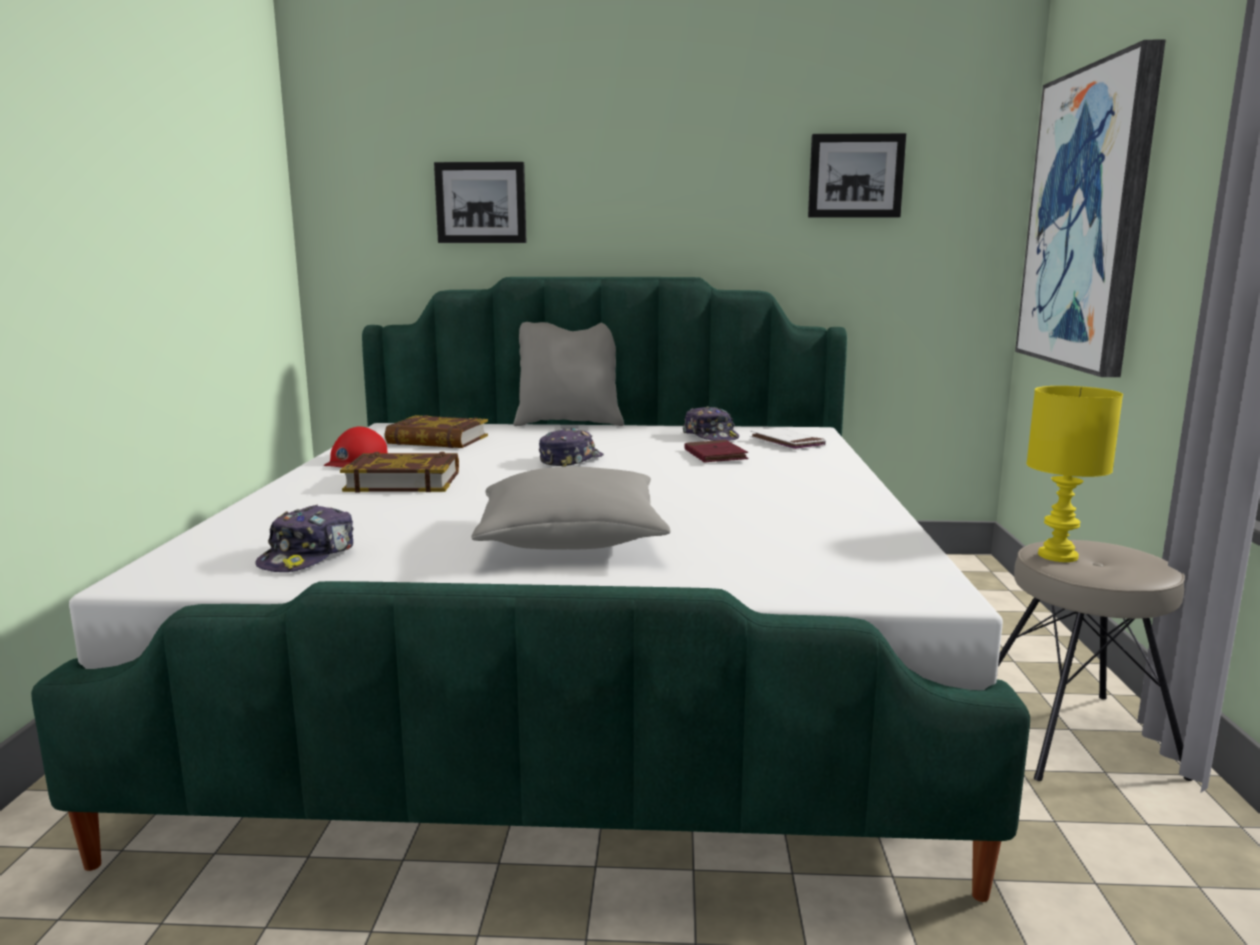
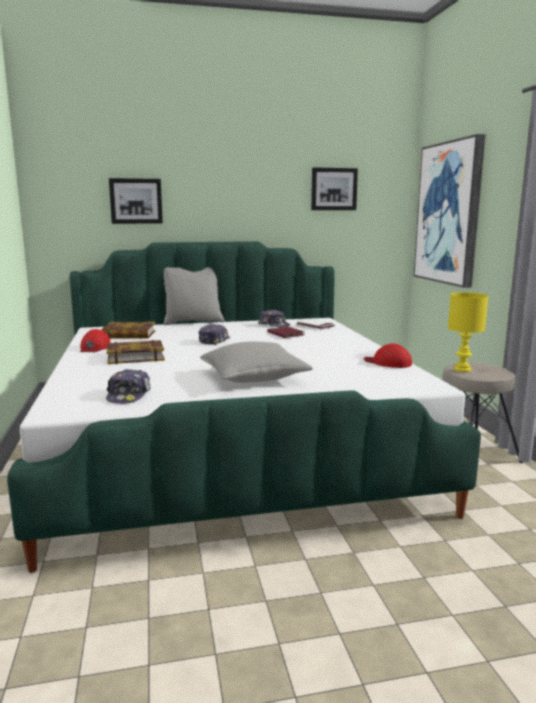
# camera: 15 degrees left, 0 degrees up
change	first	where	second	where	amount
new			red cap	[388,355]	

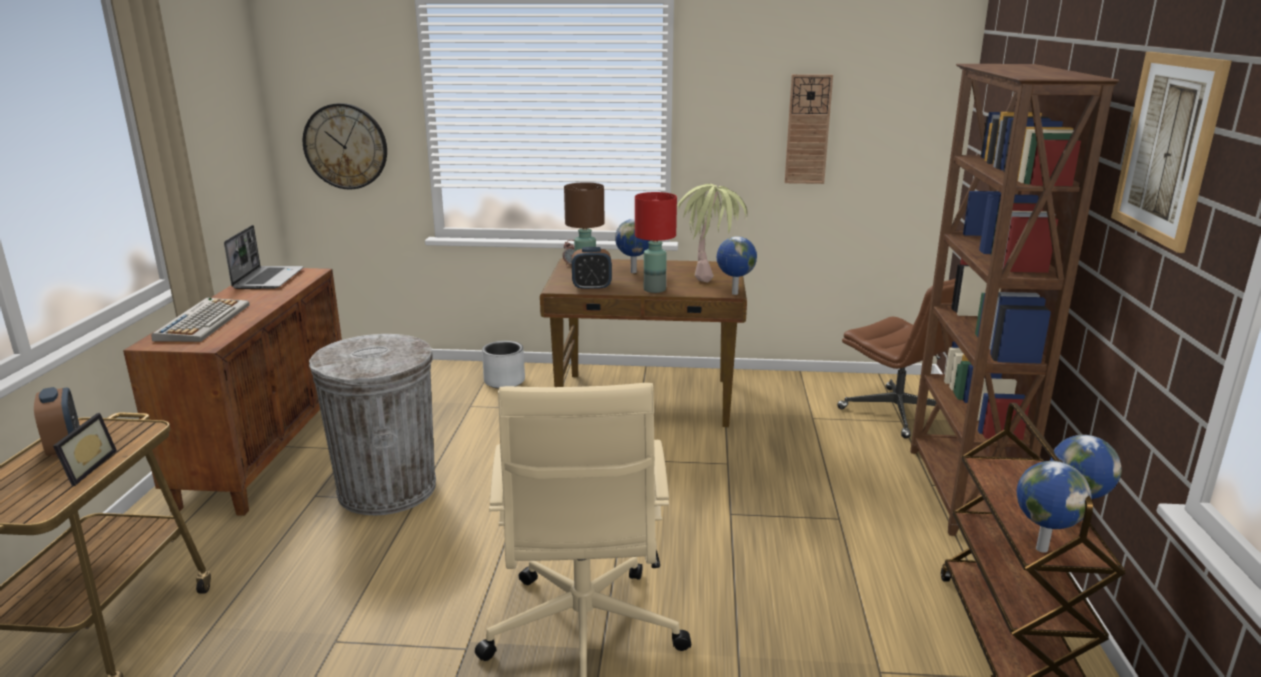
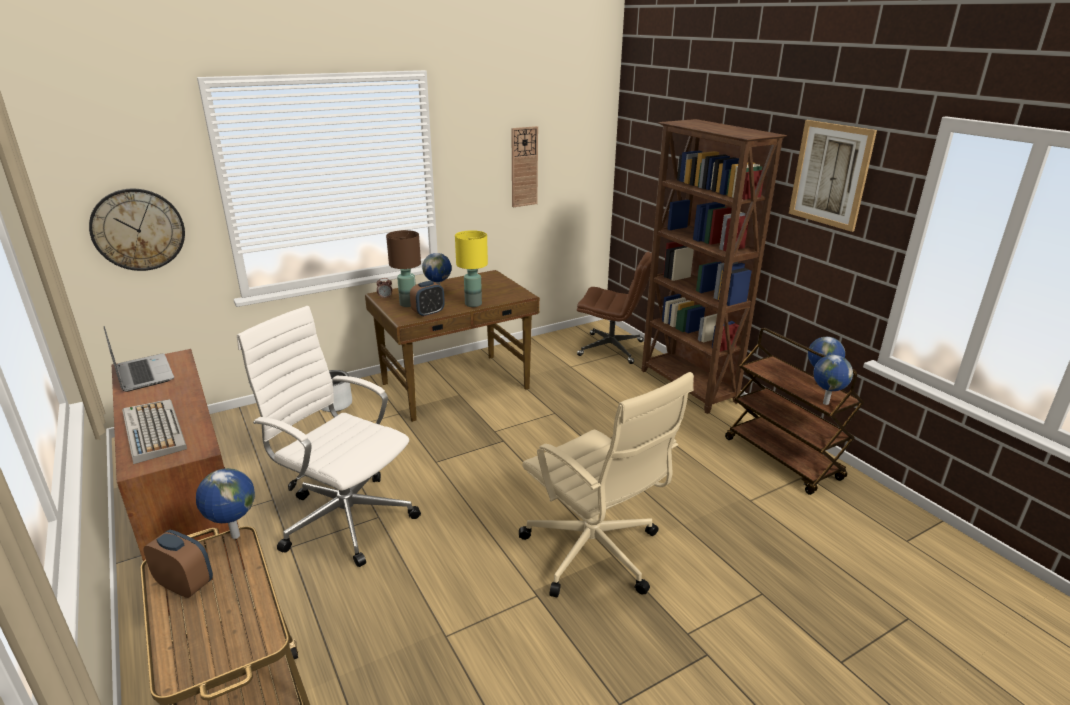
# camera: 35 degrees left, 5 degrees up
change	first	where	second	where	amount
gone	picture frame	[85,449]			
gone	potted plant	[712,233]			
shifted	globe	[737,265]		[225,503]	
swapped	grey trash can	[372,424]	white office chair	[329,436]	
repainted	red table lamp	[656,242]	yellow table lamp	[471,268]	

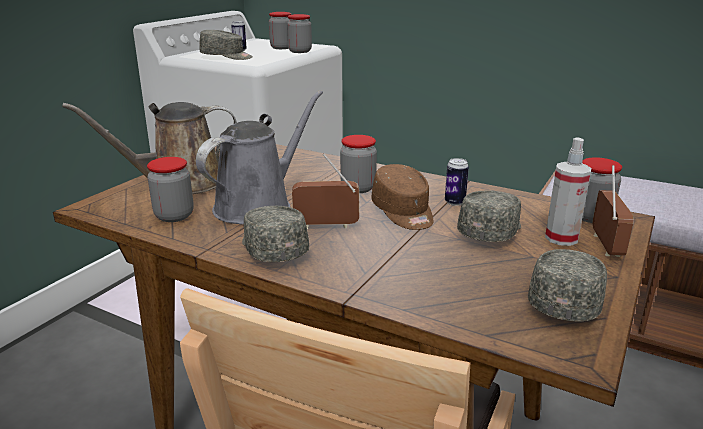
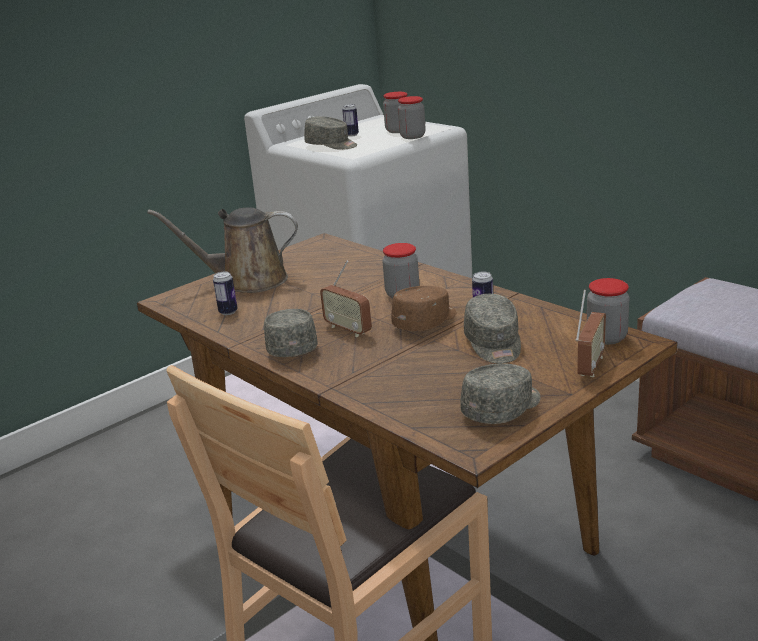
# camera: 20 degrees right, 0 degrees up
change	first	where	second	where	amount
gone	grey watering can	[259,157]			
gone	spray bottle	[568,191]			
swapped	jar	[170,189]	can	[225,293]	
rotated	radio	[325,191]		[346,298]	150 degrees counterclockwise
rotated	brown cap	[402,197]		[423,308]	135 degrees counterclockwise
rotated	grey cap	[489,216]		[492,329]	120 degrees clockwise

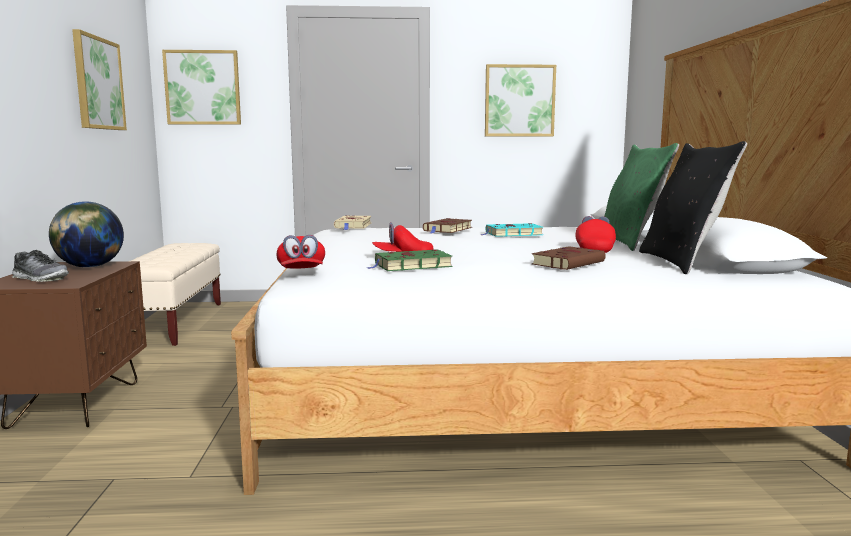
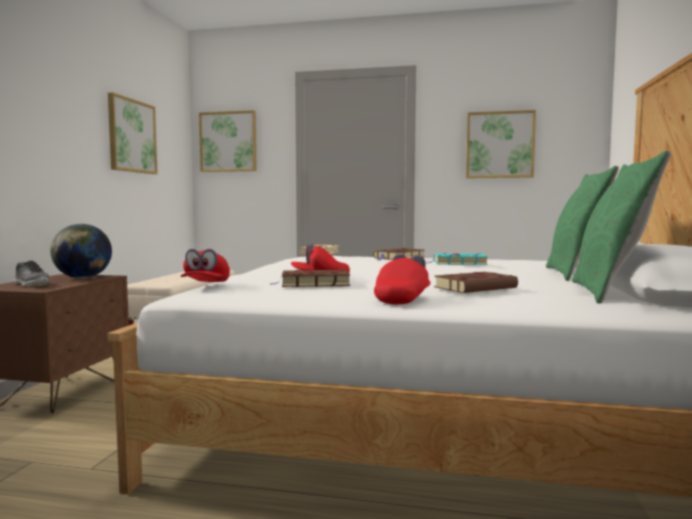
# camera: 15 degrees right, 5 degrees down
change	first	where	second	where	amount
shifted	red cap	[596,234]		[402,279]	
repainted	green book	[409,260]	brown book	[309,278]	
repainted	black pillow	[693,207]	green pillow	[621,227]	

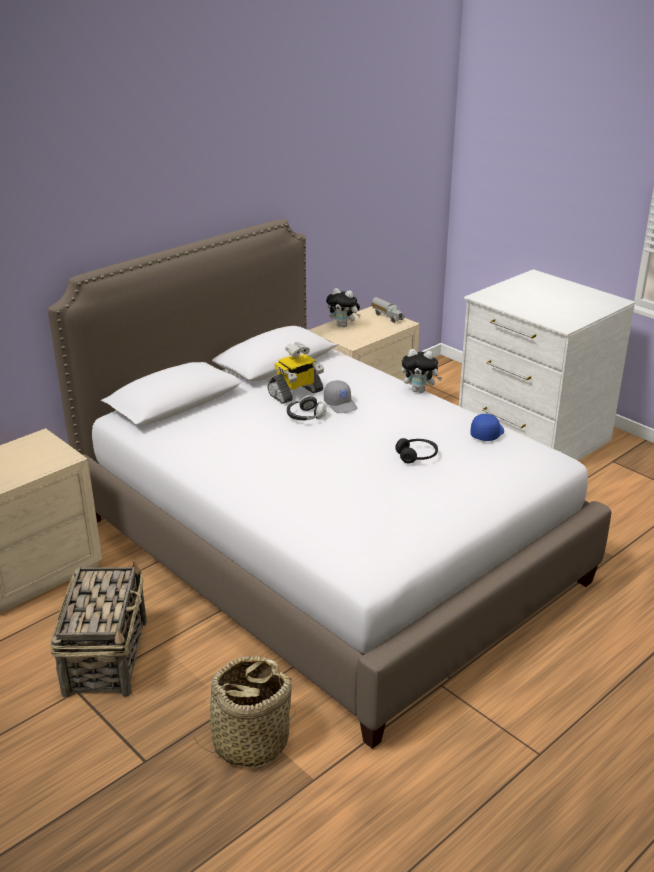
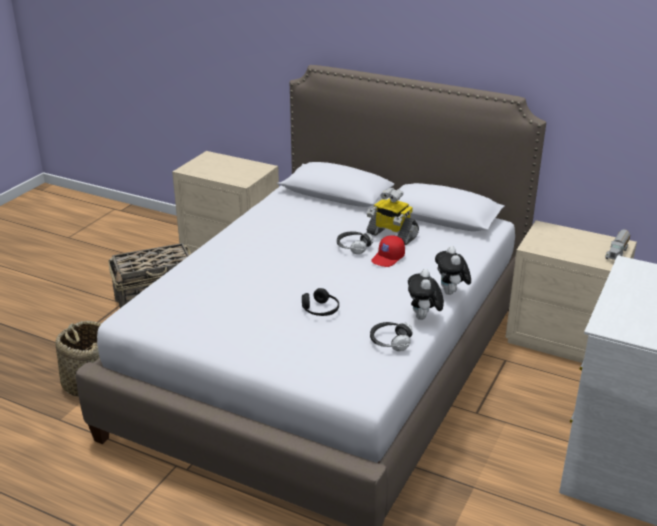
# camera: 70 degrees right, 0 degrees up
change	first	where	second	where	amount
shifted	plush toy	[343,307]		[426,294]	
swapped	blue cap	[487,427]	headphones	[391,336]	
repainted	grey cap	[340,396]	red cap	[388,251]	

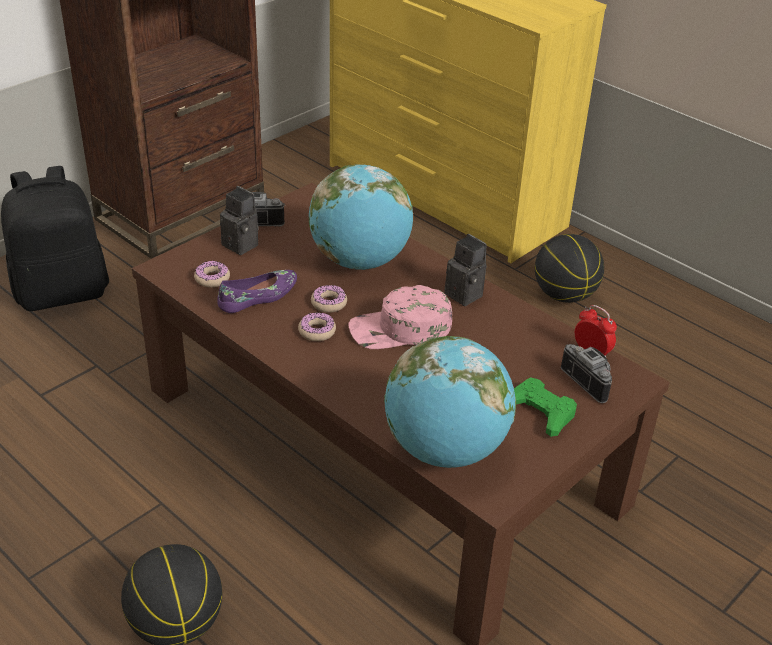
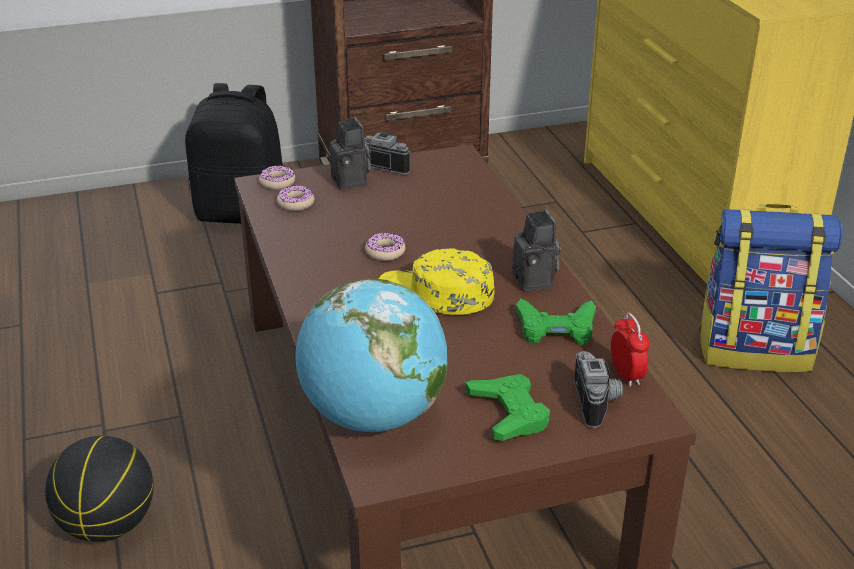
# camera: 30 degrees right, 5 degrees down
change	first	where	second	where	amount
gone	purple shoe	[257,291]			
gone	globe	[361,217]			
new			green game controller	[556,322]	
shifted	donut	[317,326]		[277,177]	
swapped	basketball	[569,268]	backpack	[770,287]	
repainted	pink cap	[400,317]	yellow cap	[437,281]	

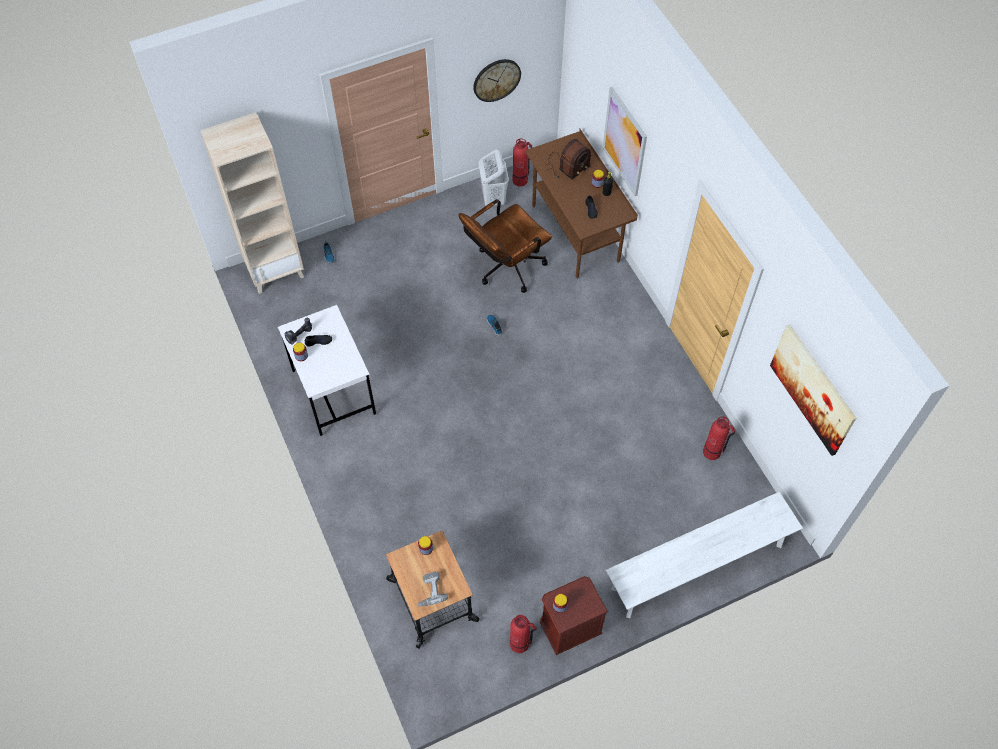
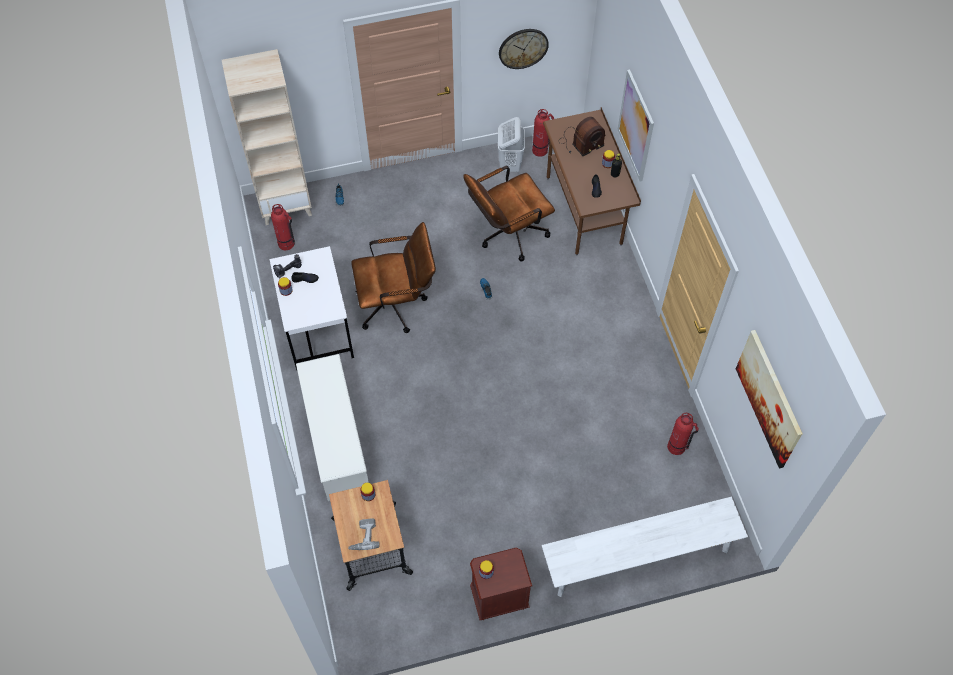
# camera: 10 degrees right, 0 degrees up
change	first	where	second	where	amount
new			white shoe rack	[332,427]	
new			brown office chair	[393,277]	
shifted	fire extinguisher	[523,634]		[283,227]	

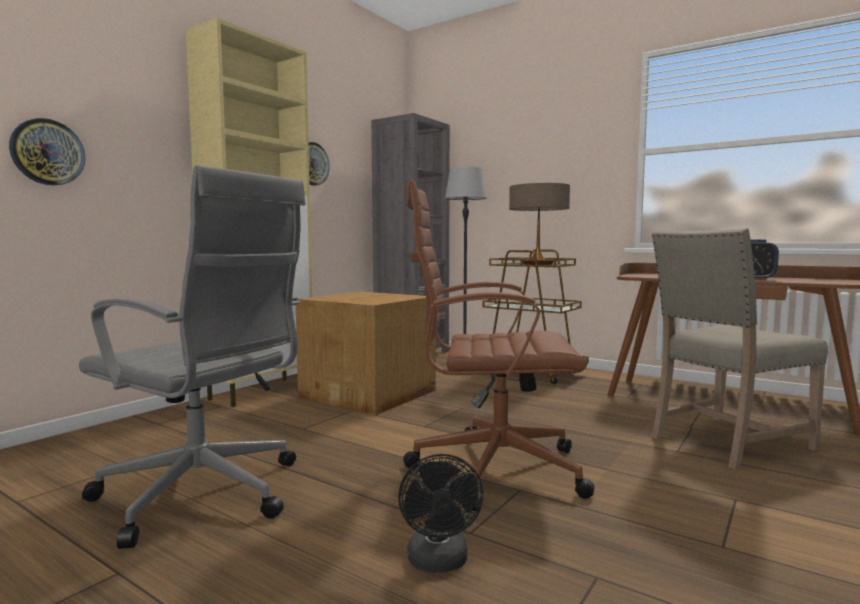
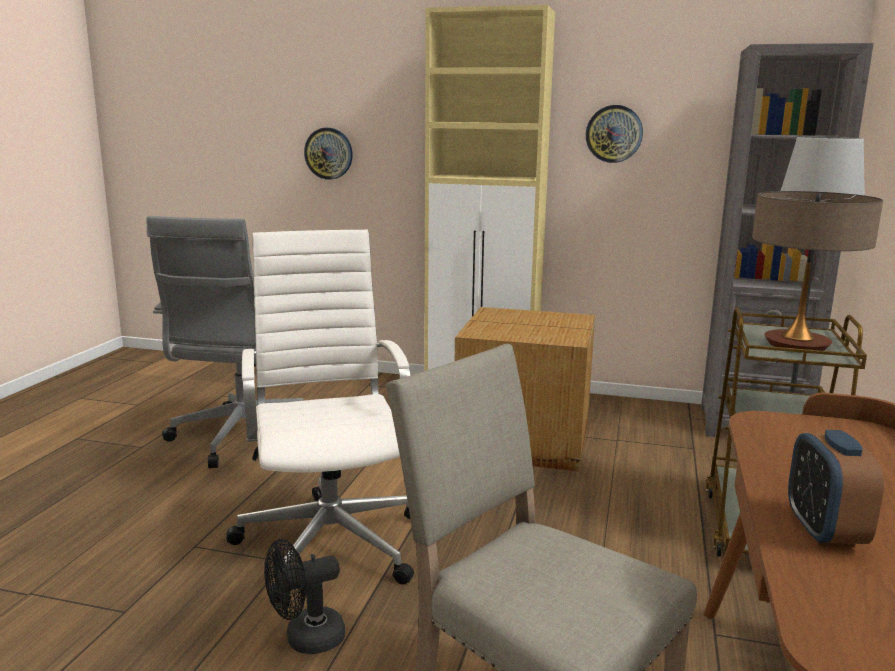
# camera: 70 degrees right, 10 degrees up
change	first	where	second	where	amount
shifted	black fan	[440,513]		[304,596]	
repainted	brown office chair	[498,345]	white office chair	[320,416]	

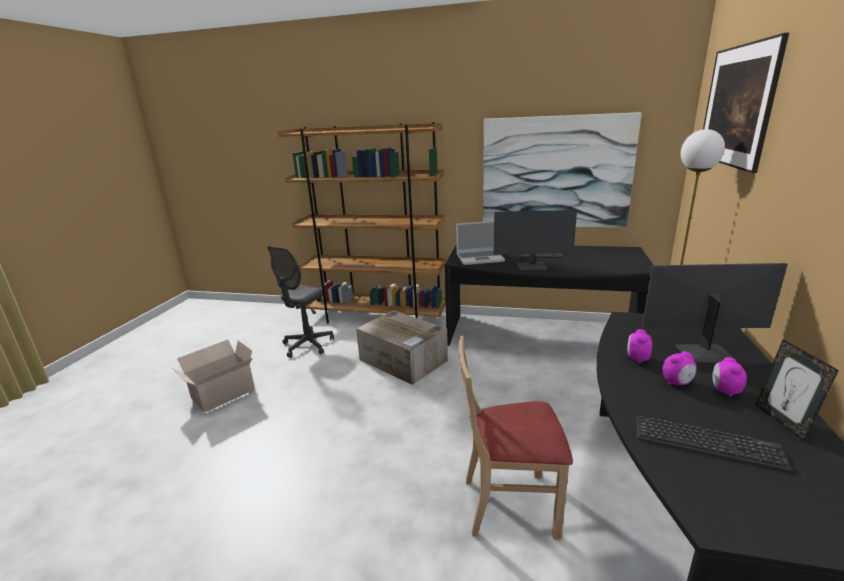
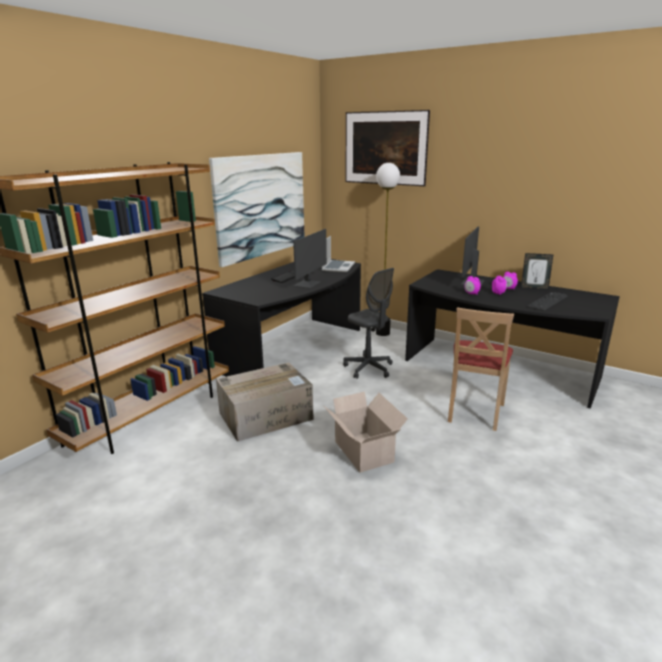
# camera: 70 degrees left, 0 degrees up
change	first	where	second	where	amount
shifted	cardboard box	[213,376]		[366,432]	
shifted	grey office chair	[300,302]		[368,323]	
shifted	laptop	[480,243]		[338,254]	

